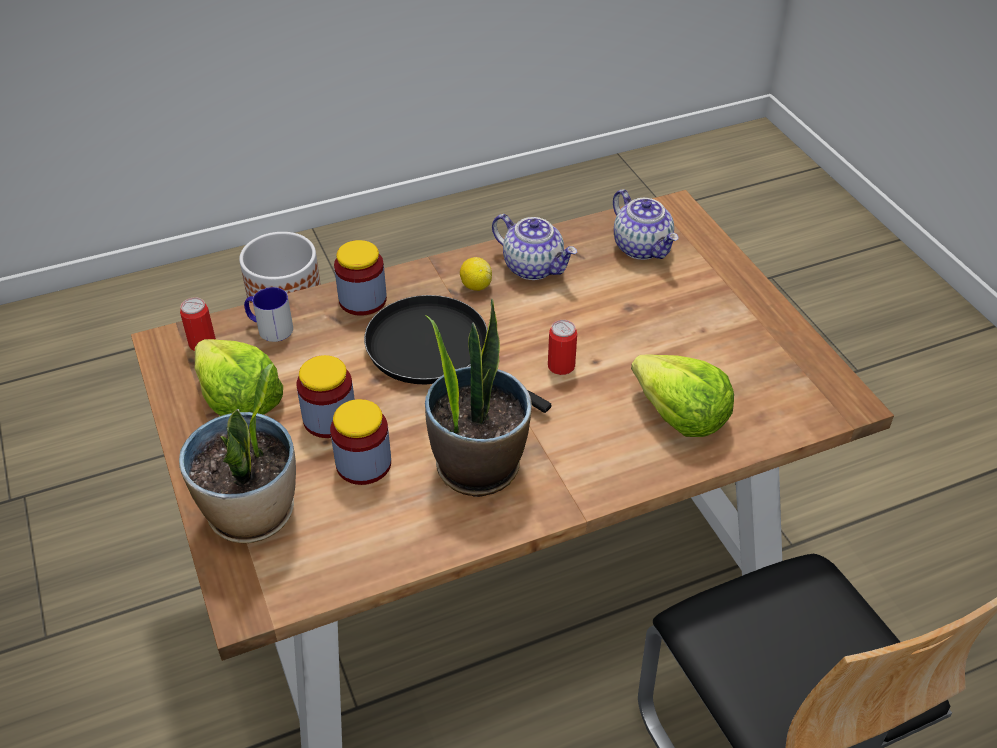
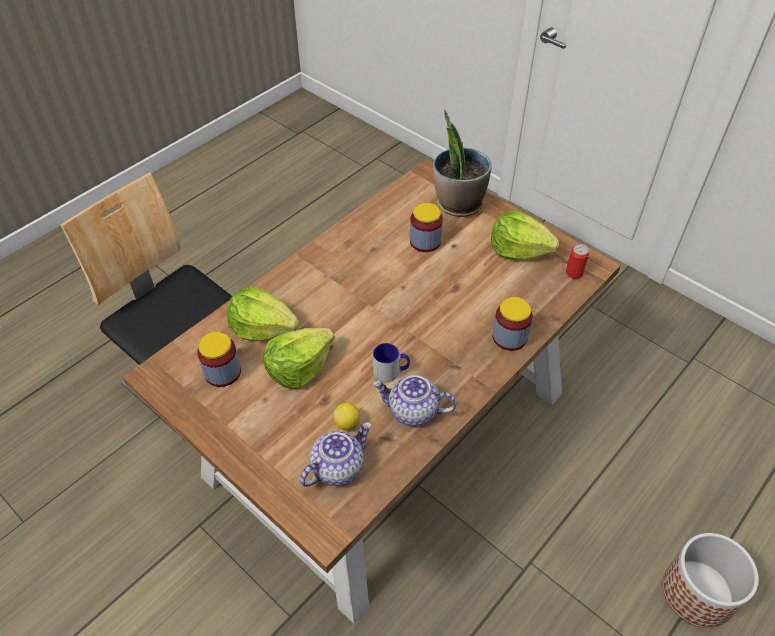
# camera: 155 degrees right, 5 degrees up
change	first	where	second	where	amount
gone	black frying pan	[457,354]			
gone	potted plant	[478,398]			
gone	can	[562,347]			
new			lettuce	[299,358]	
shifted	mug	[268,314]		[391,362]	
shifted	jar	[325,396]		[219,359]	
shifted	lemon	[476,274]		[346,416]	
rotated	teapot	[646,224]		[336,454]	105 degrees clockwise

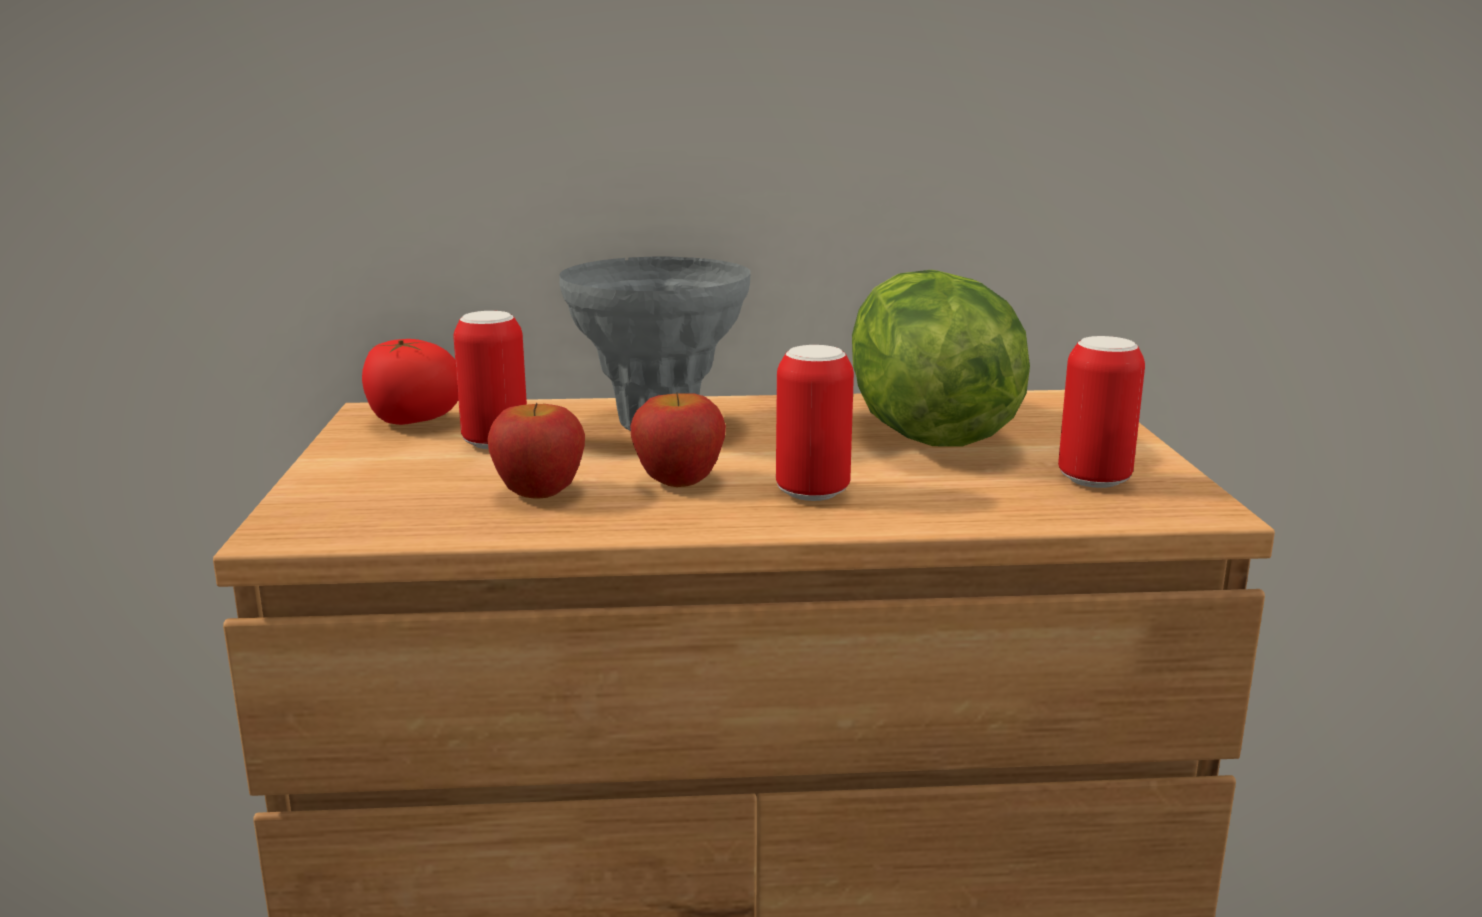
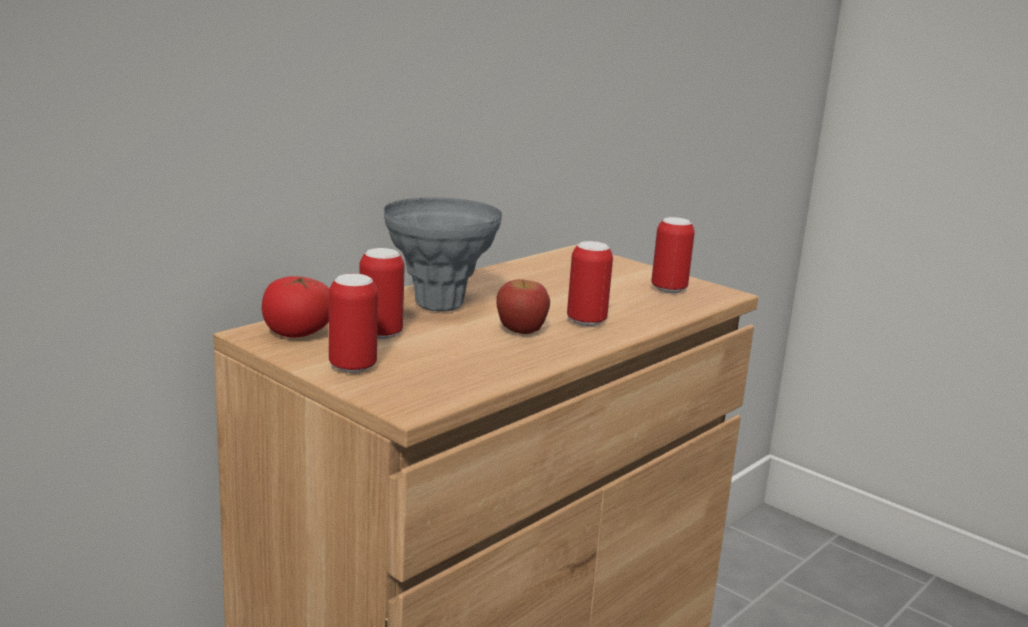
# camera: 45 degrees left, 0 degrees up
change	first	where	second	where	amount
gone	apple	[536,450]			
gone	lettuce	[941,358]			
new			can	[353,323]	

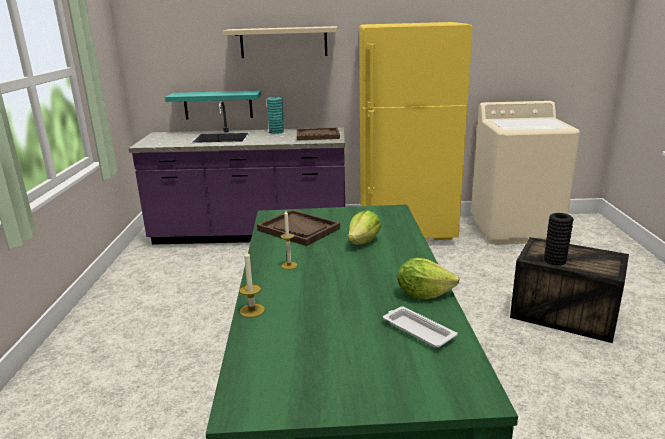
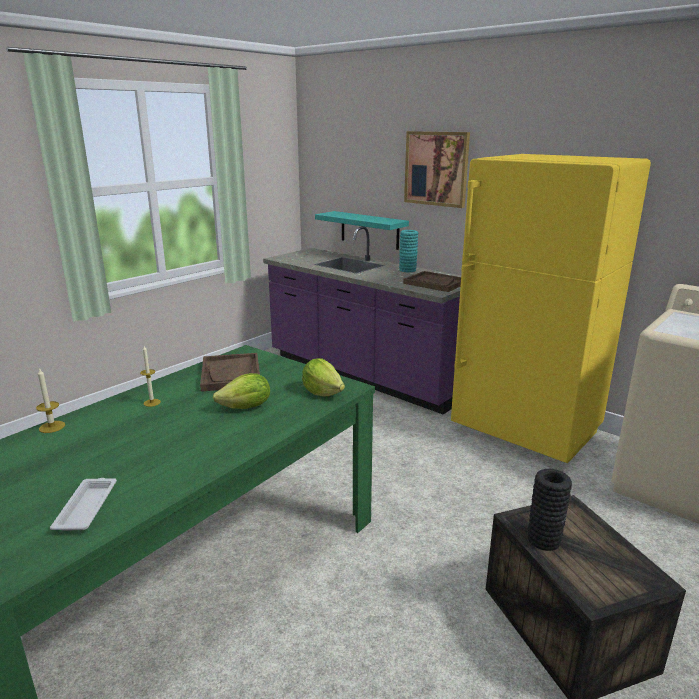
# camera: 40 degrees right, 0 degrees up
change	first	where	second	where	amount
shifted	lettuce	[429,278]		[323,377]	
swapped	beige shelf	[280,42]	picture	[437,169]	

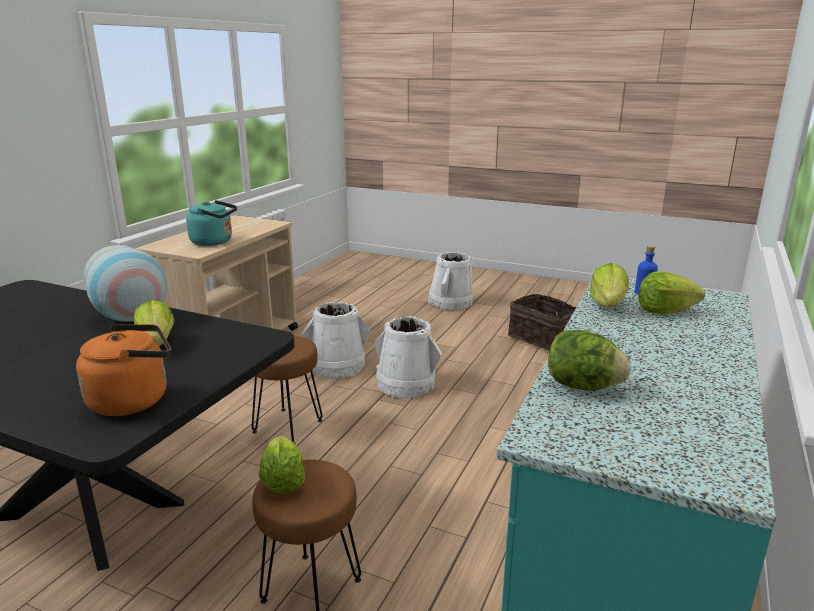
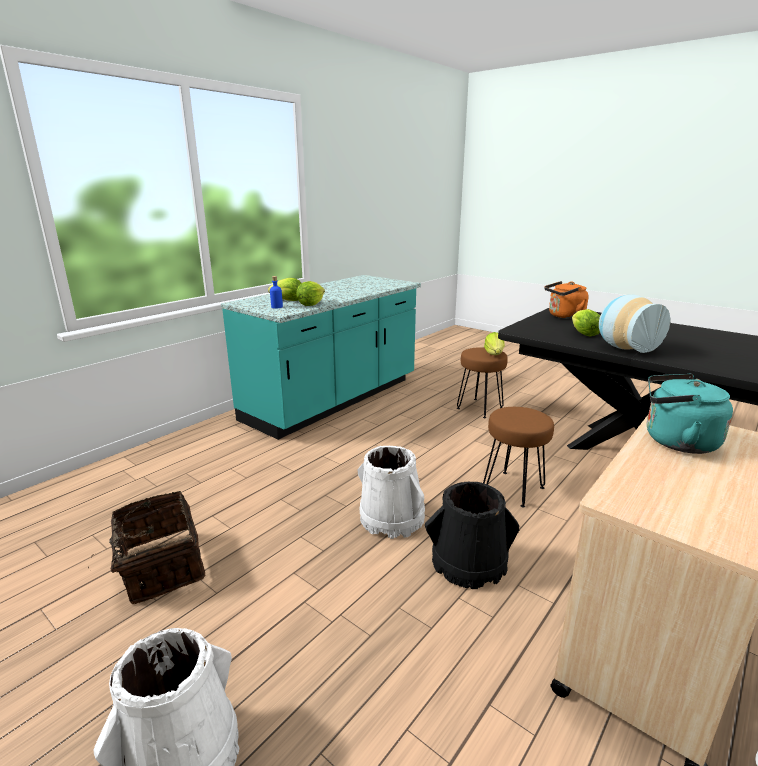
# camera: 165 degrees left, 0 degrees up
change	first	where	second	where	amount
gone	lettuce	[590,360]			
repainted	white bucket	[336,340]	black bucket	[472,535]	

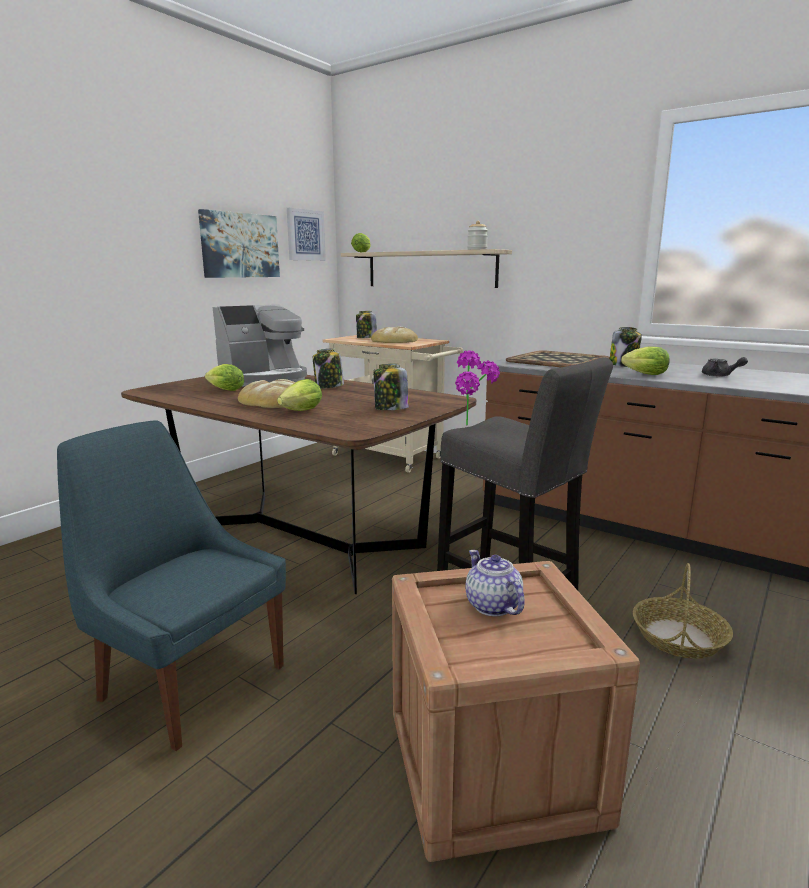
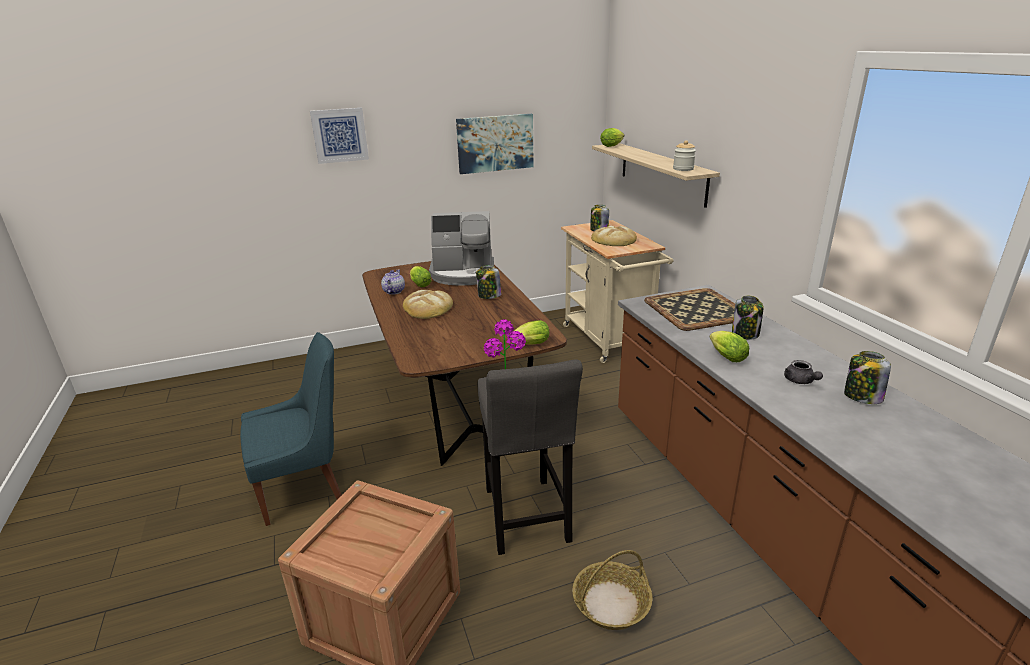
# camera: 35 degrees right, 10 degrees up
change	first	where	second	where	amount
shifted	lettuce	[299,395]		[529,332]	
shifted	picture	[306,234]		[339,136]	
shifted	jar	[391,387]		[867,377]	
shifted	teapot	[495,583]		[393,282]	
rotated	blue chair	[171,585]		[291,429]	90 degrees clockwise

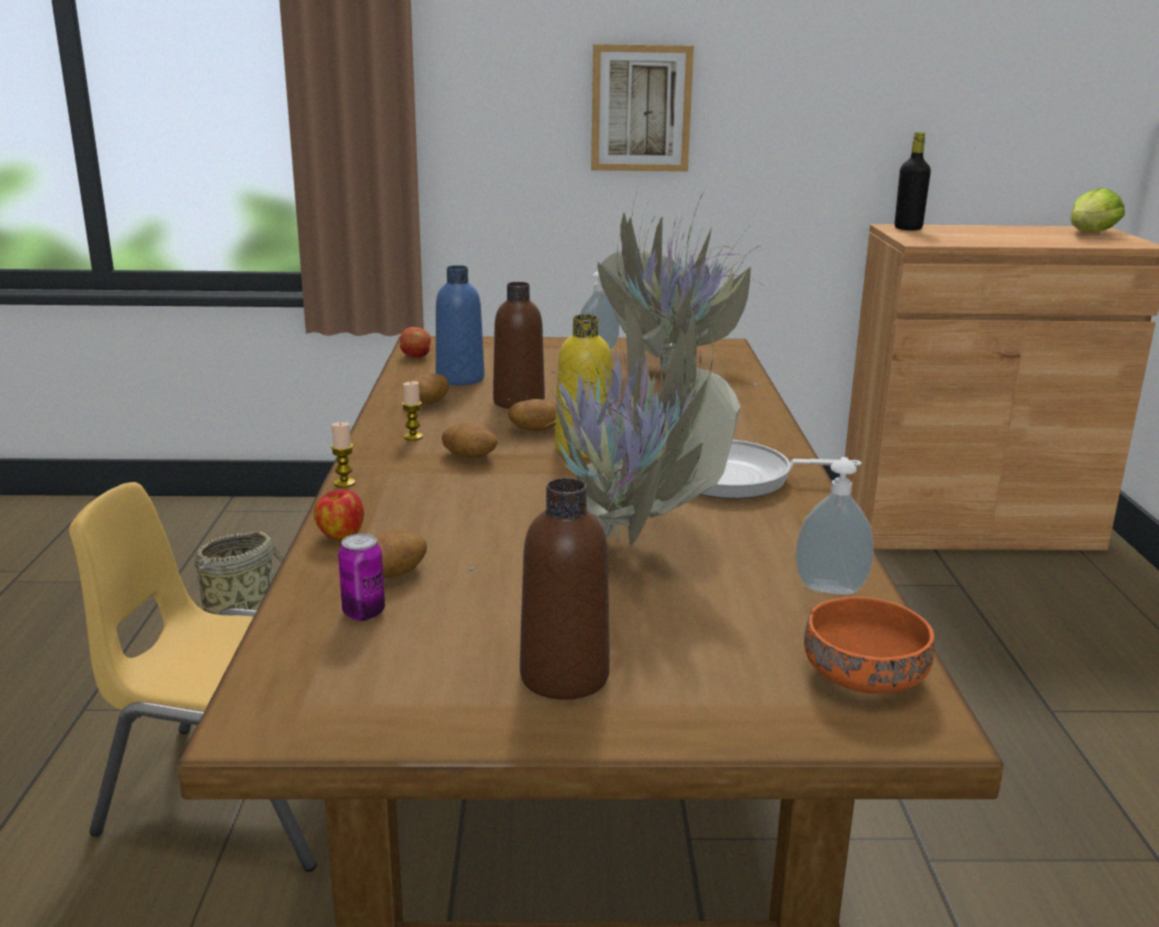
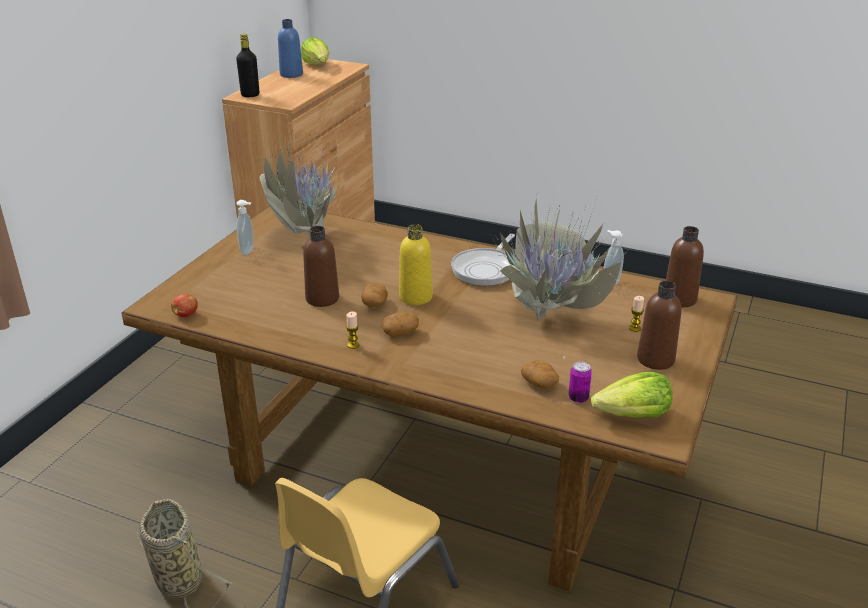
# camera: 65 degrees left, 10 degrees up
change	first	where	second	where	amount
gone	apple	[339,515]			
gone	potato	[430,388]			
gone	picture	[642,108]			
new			lettuce	[632,395]	
shifted	candle	[343,455]		[636,314]	
shifted	blue bottle	[460,325]		[290,48]	
swapped	orange bowl	[869,645]	brown bottle	[685,266]	

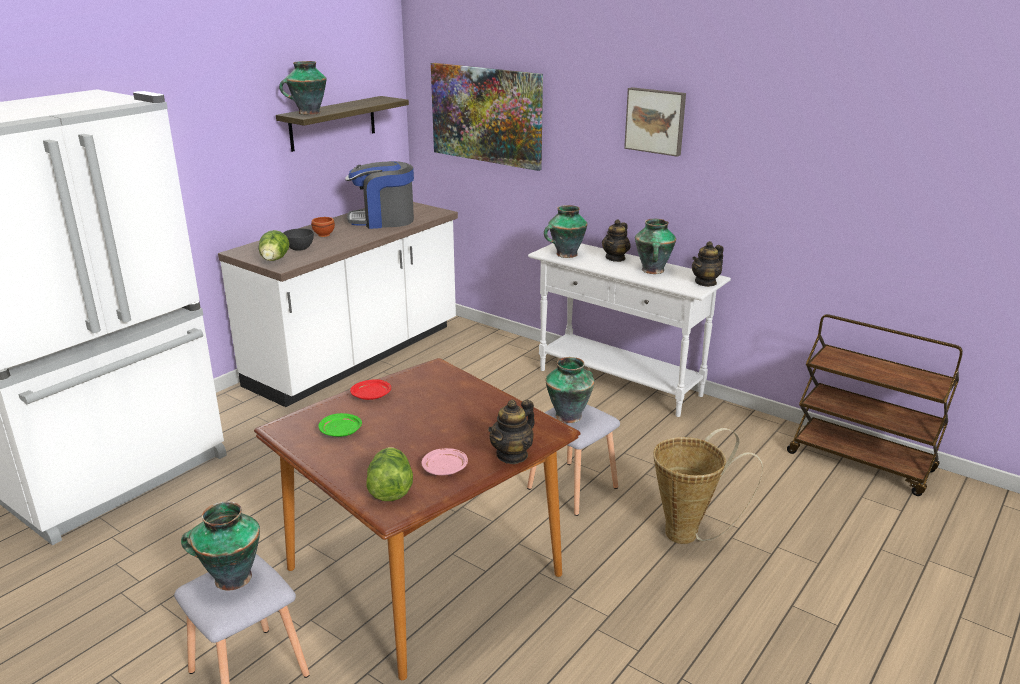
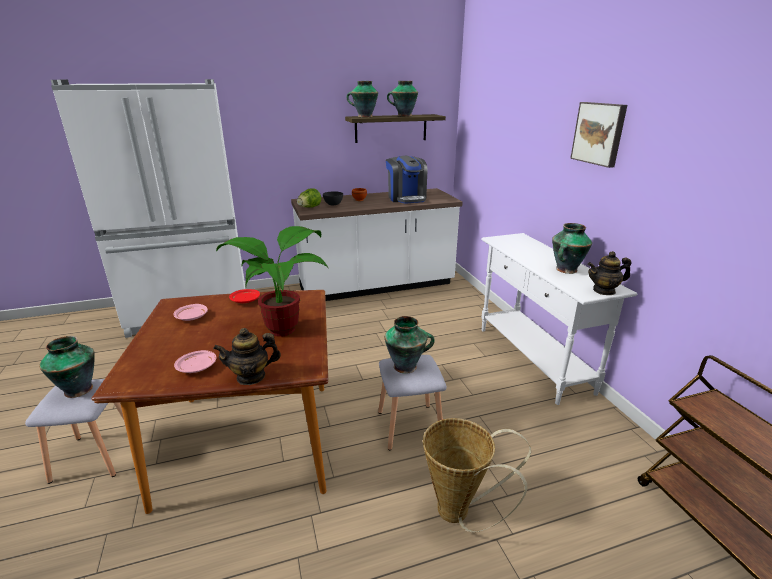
# camera: 35 degrees right, 0 degrees up
change	first	where	second	where	amount
gone	lettuce	[389,474]			
gone	picture	[487,117]			
gone	teapot	[616,240]			
new			potted plant	[272,281]	
shifted	vase	[565,231]		[402,99]	
repainted	green plate	[340,425]	pink plate	[190,312]	
rotated	coffee machine	[379,195]		[406,180]	135 degrees counterclockwise

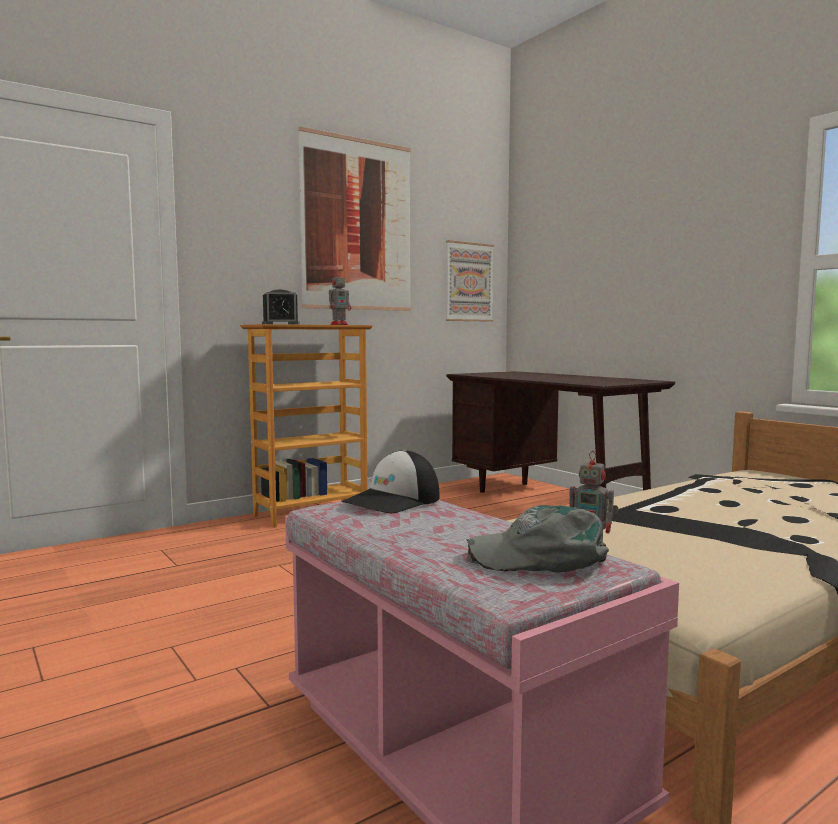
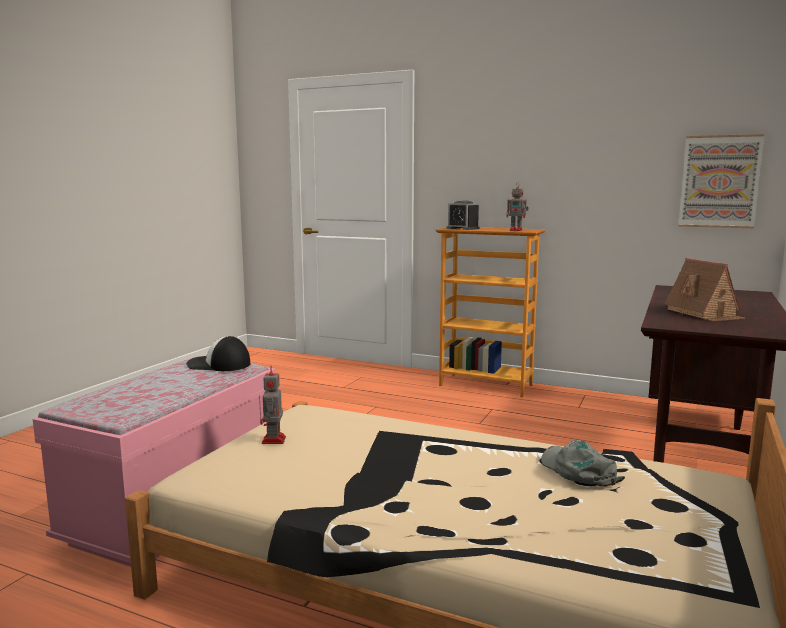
# camera: 60 degrees right, 5 degrees up
change	first	where	second	where	amount
gone	picture	[354,218]			
new			toy house	[704,289]	
shifted	grey cap	[537,539]		[583,463]	

